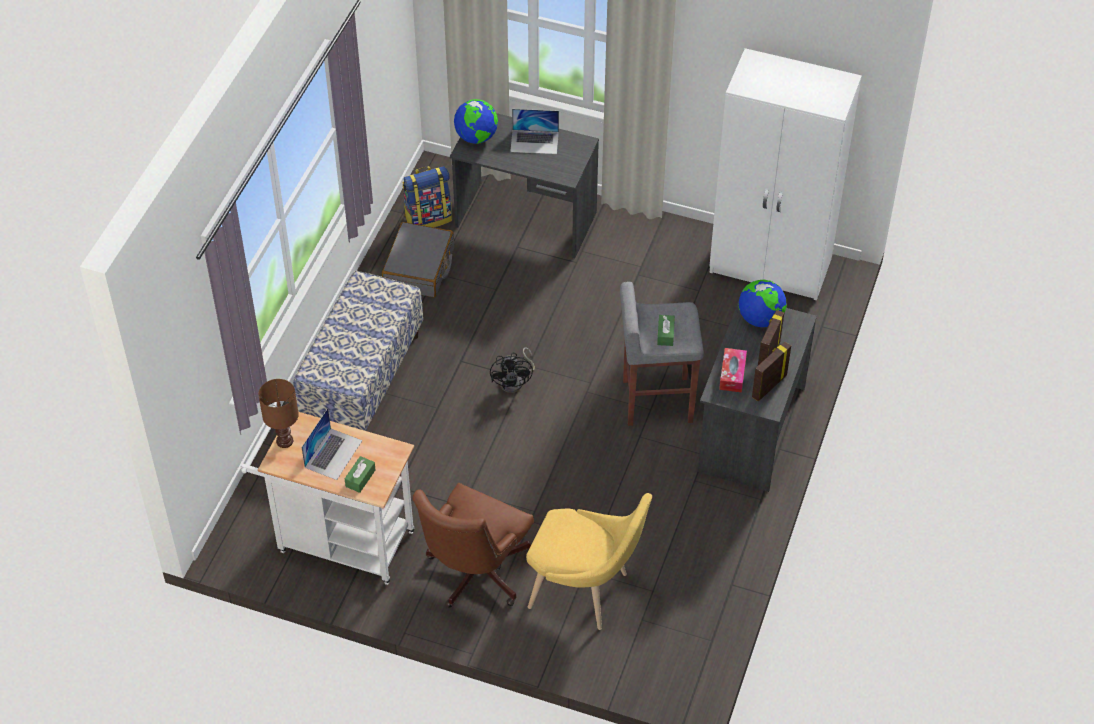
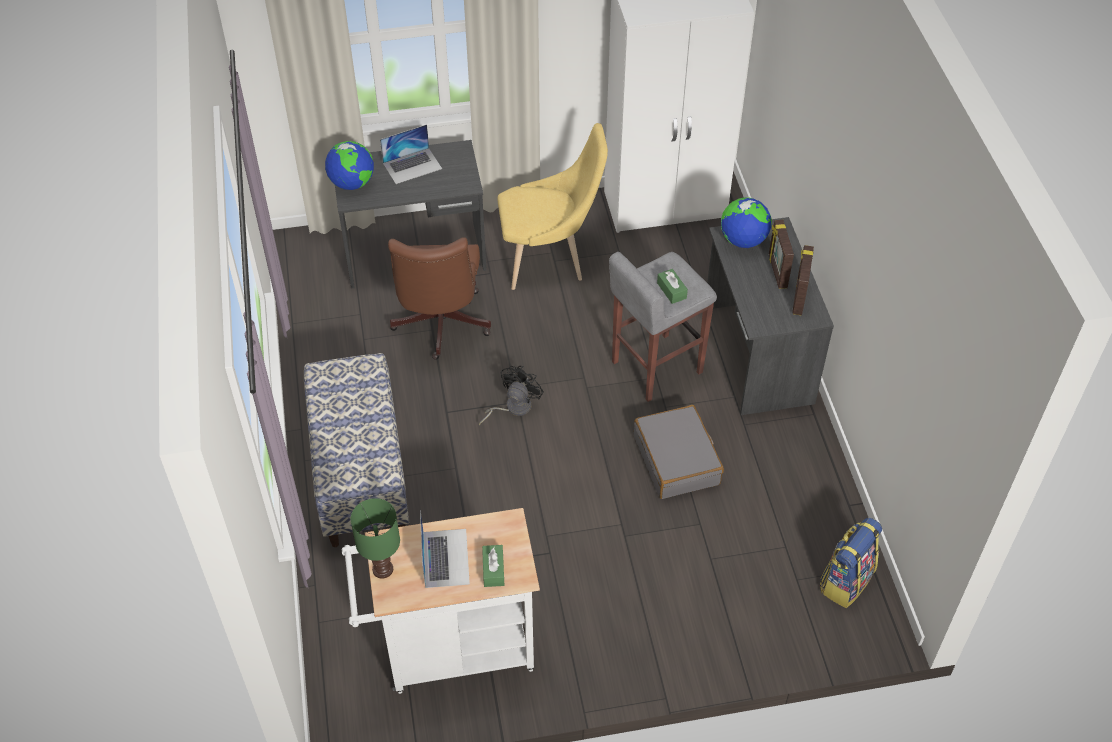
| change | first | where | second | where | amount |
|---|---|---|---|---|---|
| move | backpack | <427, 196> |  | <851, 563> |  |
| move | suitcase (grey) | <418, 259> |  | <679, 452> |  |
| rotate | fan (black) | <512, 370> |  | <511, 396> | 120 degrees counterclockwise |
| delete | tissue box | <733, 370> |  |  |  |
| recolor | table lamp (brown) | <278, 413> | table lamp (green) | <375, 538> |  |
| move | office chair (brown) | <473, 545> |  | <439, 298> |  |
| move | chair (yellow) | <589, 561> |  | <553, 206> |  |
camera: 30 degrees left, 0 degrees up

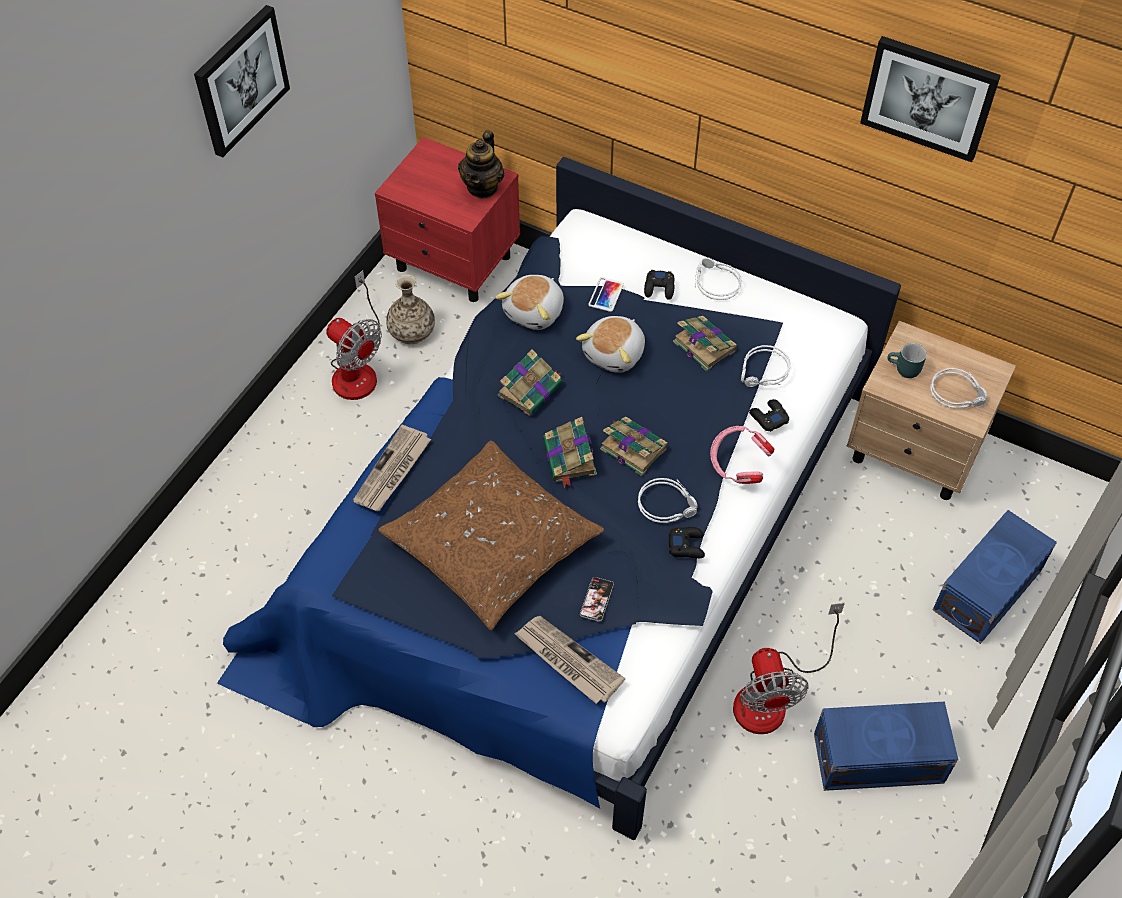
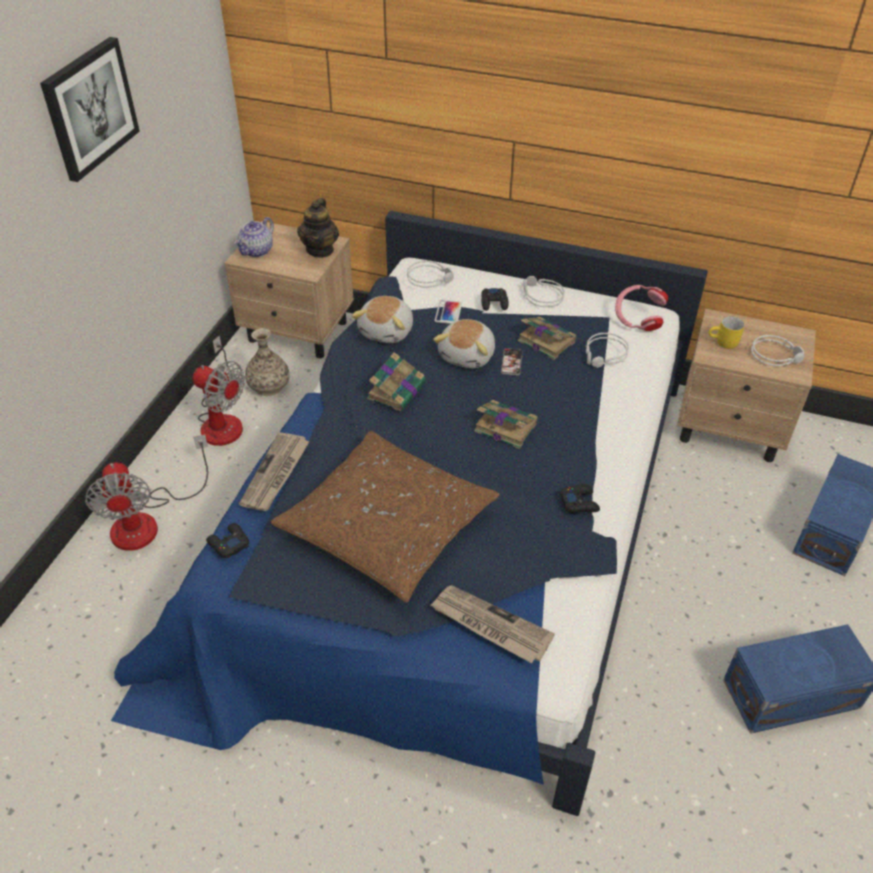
| change | first | where | second | where | amount |
|---|---|---|---|---|---|
| delete | picture | <930, 99> |  |  |  |
| recolor | nightstand (red) | <447, 219> | nightstand (beige) | <289, 289> |  |
| recolor | mug (turquoise) | <907, 360> | mug (yellow) | <727, 332> |  |
| move | game controller (black) | <769, 415> |  | <227, 541> |  |
| delete | book | <570, 452> |  |  |  |
| move | headphones (pink) | <742, 455> |  | <641, 308> |  |
| move | headphones (grey) | <668, 500> |  | <430, 274> |  |
| move | phone | <597, 599> |  | <512, 362> |  |
| move | fan | <789, 668> |  | <146, 492> |  |
| insert |  |  | teapot | <254, 237> |  |
camera: 10 degrees left, 10 degrees down

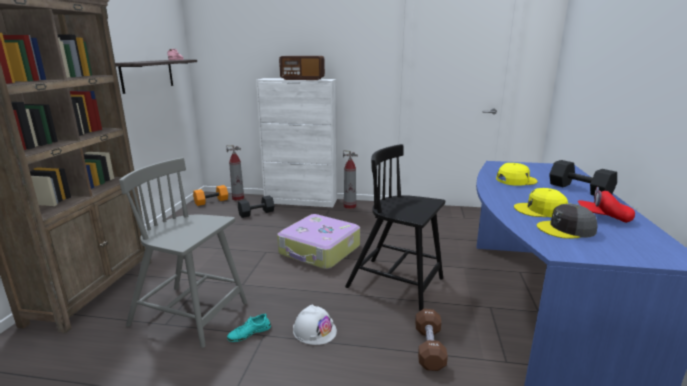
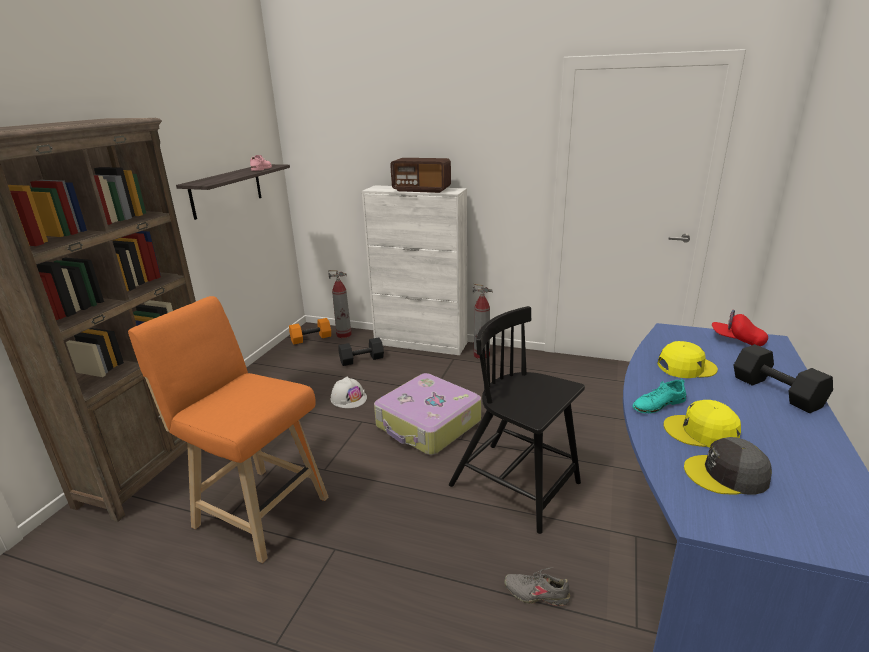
| change | first | where | second | where | amount |
|---|---|---|---|---|---|
| replace | chair (grey) | <183, 253> | stool (orange) | <228, 429> |  |
| move | cap (red) | <606, 205> |  | <740, 328> |  |
| move | hard hat (white) | <315, 324> |  | <349, 392> |  |
| replace | dumbbell (brown) | <431, 340> | shoe (grey) | <537, 586> |  |
| move | shoe (turquoise) | <249, 327> |  | <659, 396> |  |
camera: 10 degrees right, 5 degrees up

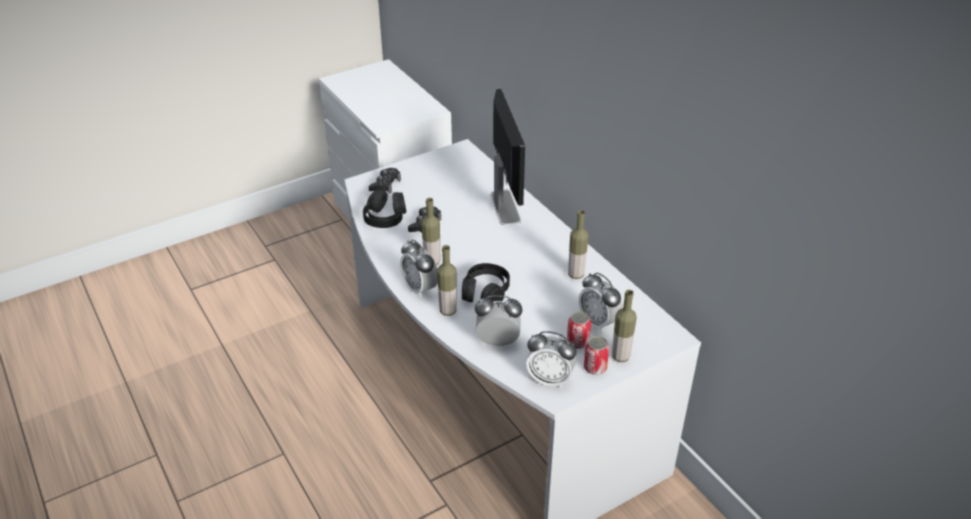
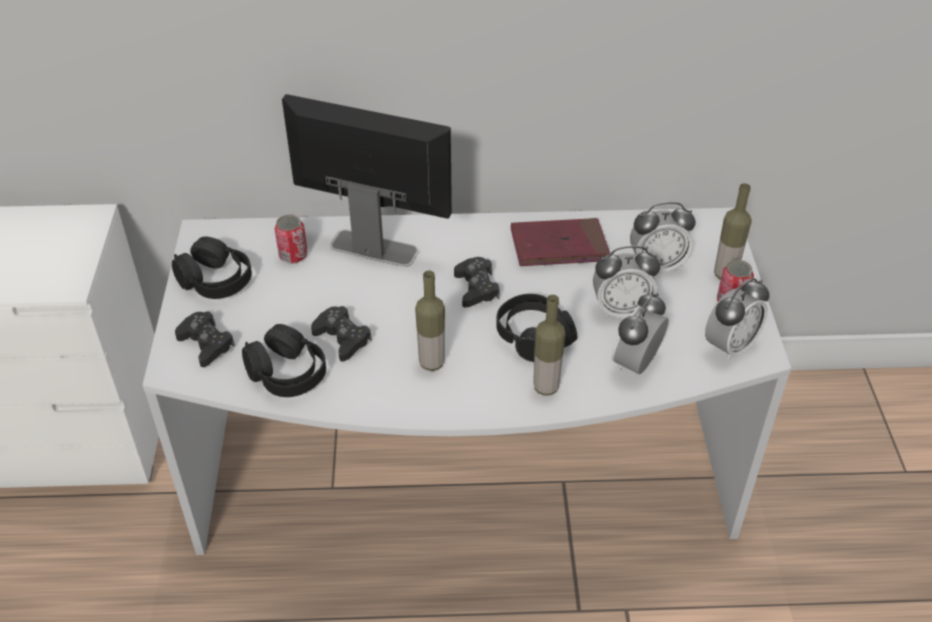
| change | first | where | second | where | amount |
|---|---|---|---|---|---|
| replace | bottle | <578, 244> | book (red) | <560, 242> |  |
| move | alarm clock | <419, 269> |  | <626, 282> |  |
| move | can | <579, 330> |  | <291, 239> |  |
| insert |  |  | headphones (black) | <212, 267> |  |
| insert |  |  | game controller (black) | <477, 282> |  |
camera: 60 degrees left, 5 degrees up

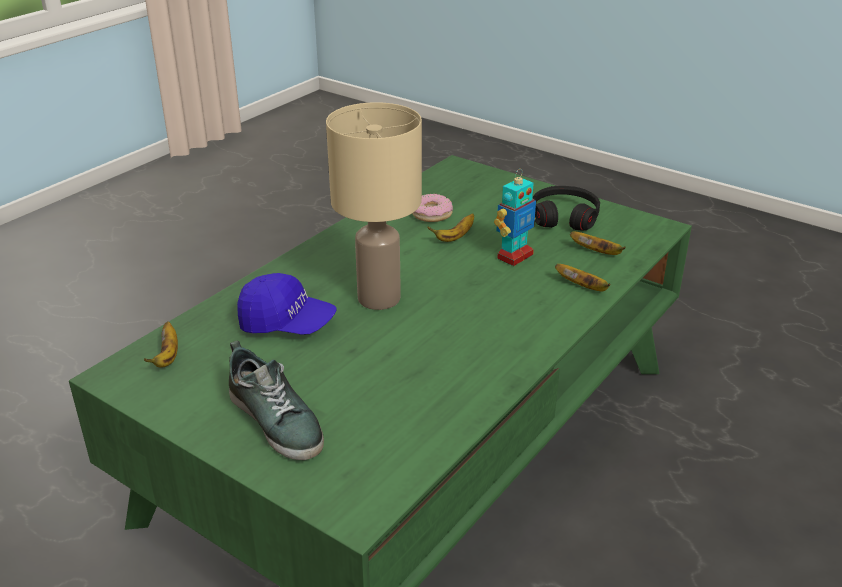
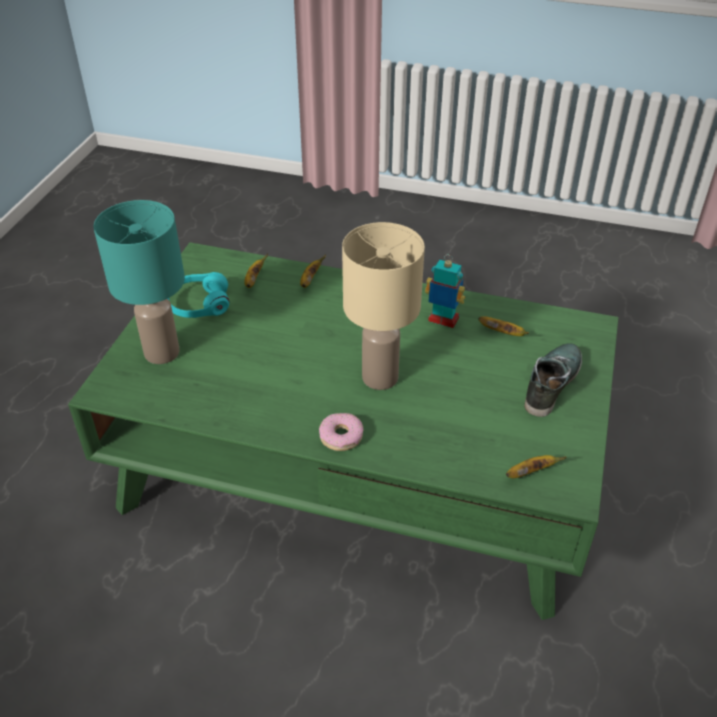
| change | first | where | second | where | amount |
|---|---|---|---|---|---|
| move | toy robot | <515, 217> |  | <445, 291> |  |
| recolor | headphones (black) | <566, 208> | headphones (turquoise) | <198, 295> |  |
| move | donut | <432, 208> |  | <341, 432> |  |
| move | banana | <450, 227> |  | <504, 326> |  |
| delete | cap (blue) | <287, 304> |  |  |  |
| insert |  |  | table lamp (turquoise) | <139, 282> |  |
camera: 110 degrees left, 10 degrees up

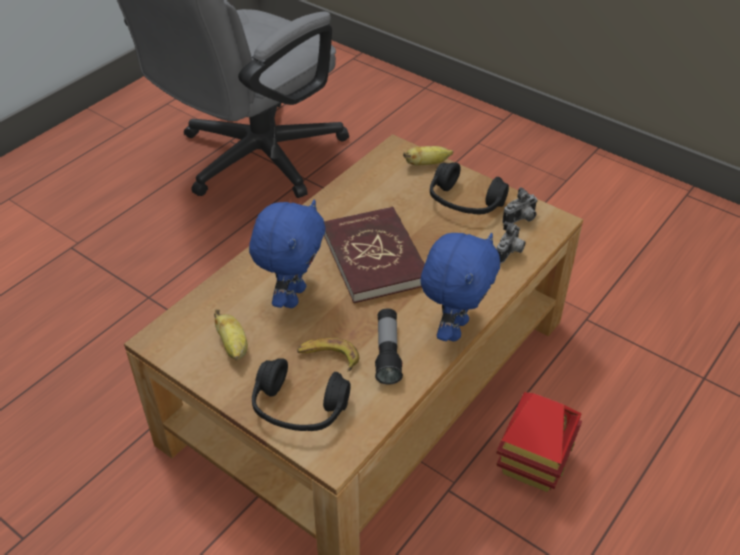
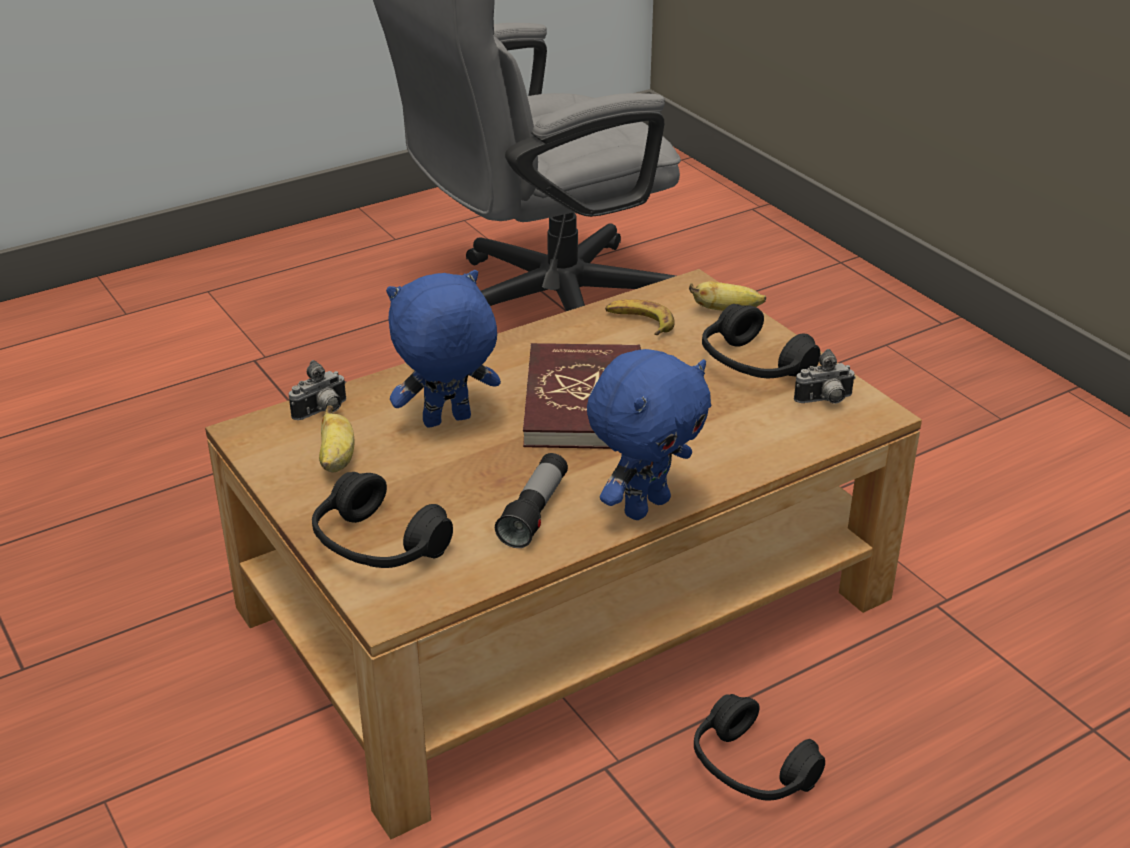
| change | first | where | second | where | amount |
|---|---|---|---|---|---|
| rotate | plush toy (blue) | <287, 254> |  | <443, 349> | 150 degrees counterclockwise |
| move | photo camera | <511, 242> |  | <317, 390> |  |
| move | banana | <328, 354> |  | <640, 317> |  |
| replace | toy house | <539, 442> | headphones (black) | <759, 747> |  |
camera: 20 degrees right, 10 degrees down

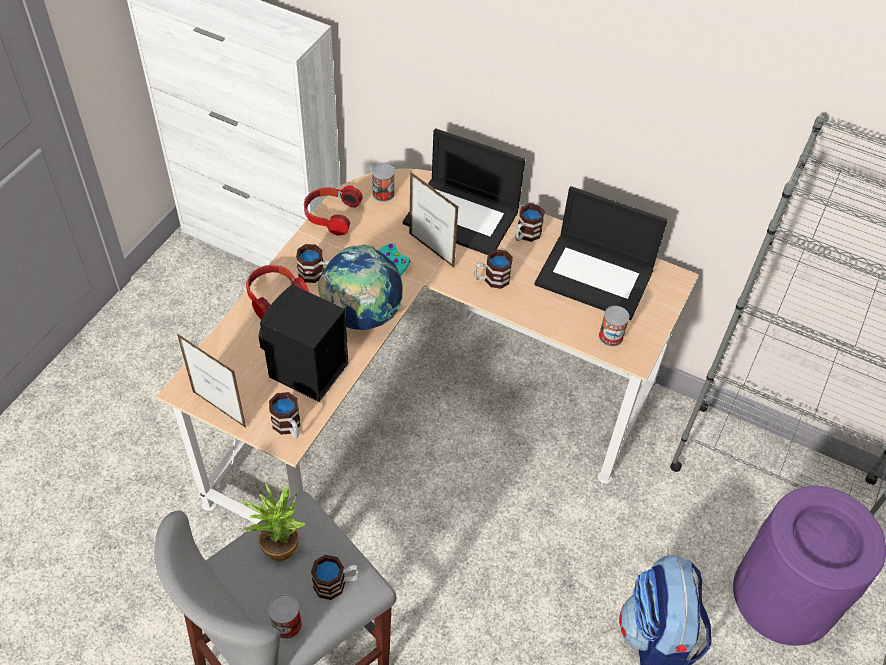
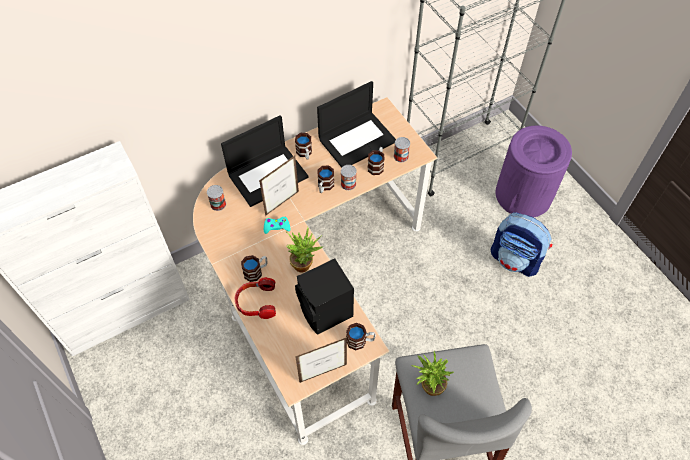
| change | first | where | second | where | amount |
|---|---|---|---|---|---|
| rotate | picture frame | <433, 220> |  | <279, 186> | 150 degrees clockwise |
| delete | headphones | <333, 210> |  |  |  |
| replace | globe | <360, 287> | potted plant | <304, 250> |  |
| move | mug | <335, 577> |  | <376, 161> |  |
| move | can | <285, 616> |  | <349, 177> |  |
camera: 55 degrees left, 5 degrees up

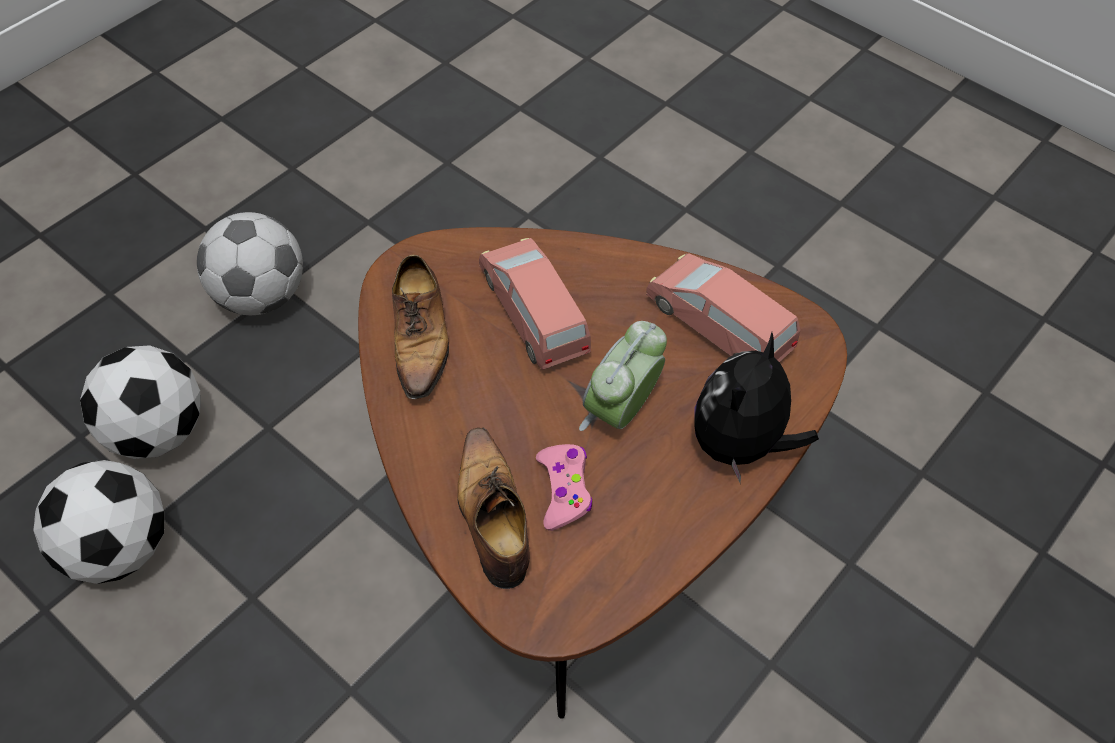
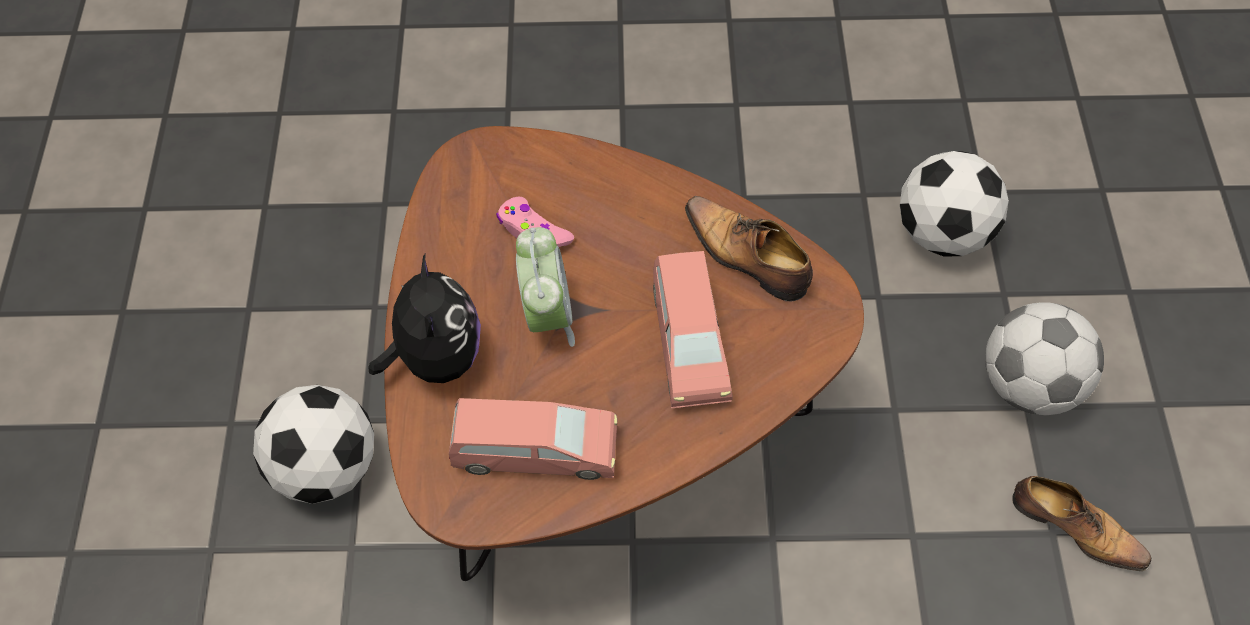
| change | first | where | second | where | amount |
|---|---|---|---|---|---|
| rotate | toy car (pink) | <535, 304> |  | <693, 330> | 60 degrees clockwise |
| move | shoe | <493, 508> |  | <1081, 523> |  |
| move | football | <98, 522> |  | <313, 444> |  |
camera: 140 degrees right, 5 degrees up

